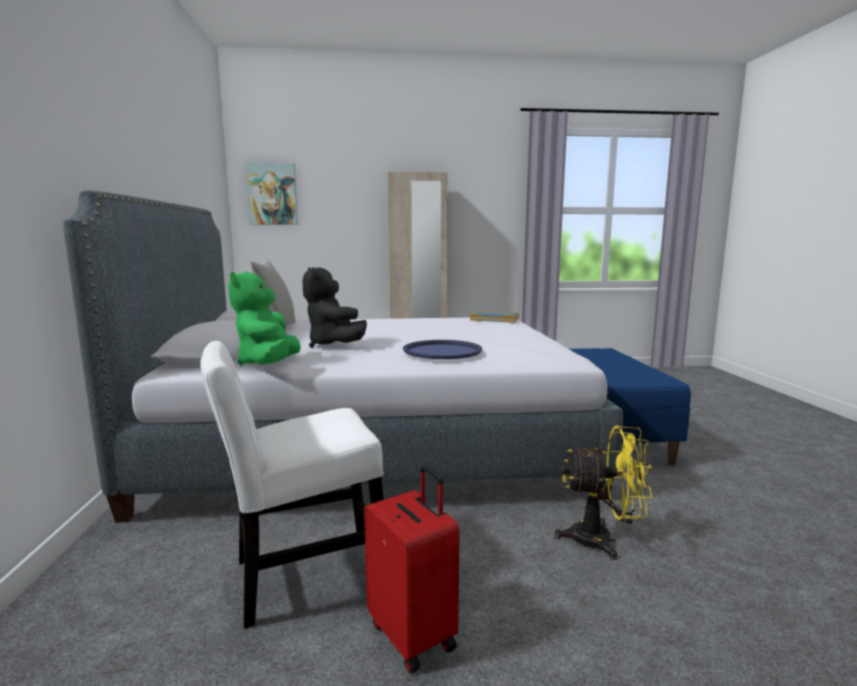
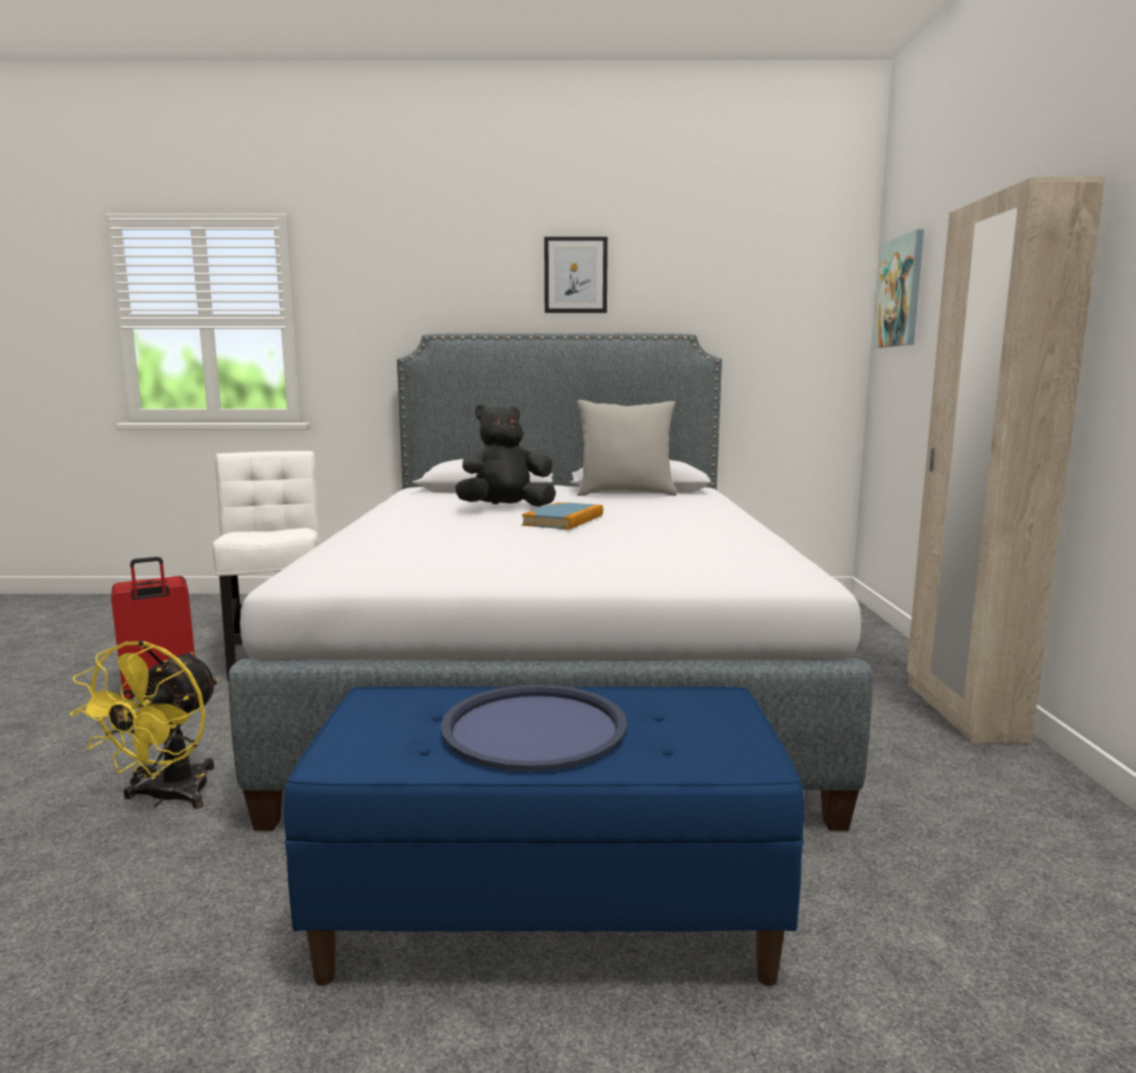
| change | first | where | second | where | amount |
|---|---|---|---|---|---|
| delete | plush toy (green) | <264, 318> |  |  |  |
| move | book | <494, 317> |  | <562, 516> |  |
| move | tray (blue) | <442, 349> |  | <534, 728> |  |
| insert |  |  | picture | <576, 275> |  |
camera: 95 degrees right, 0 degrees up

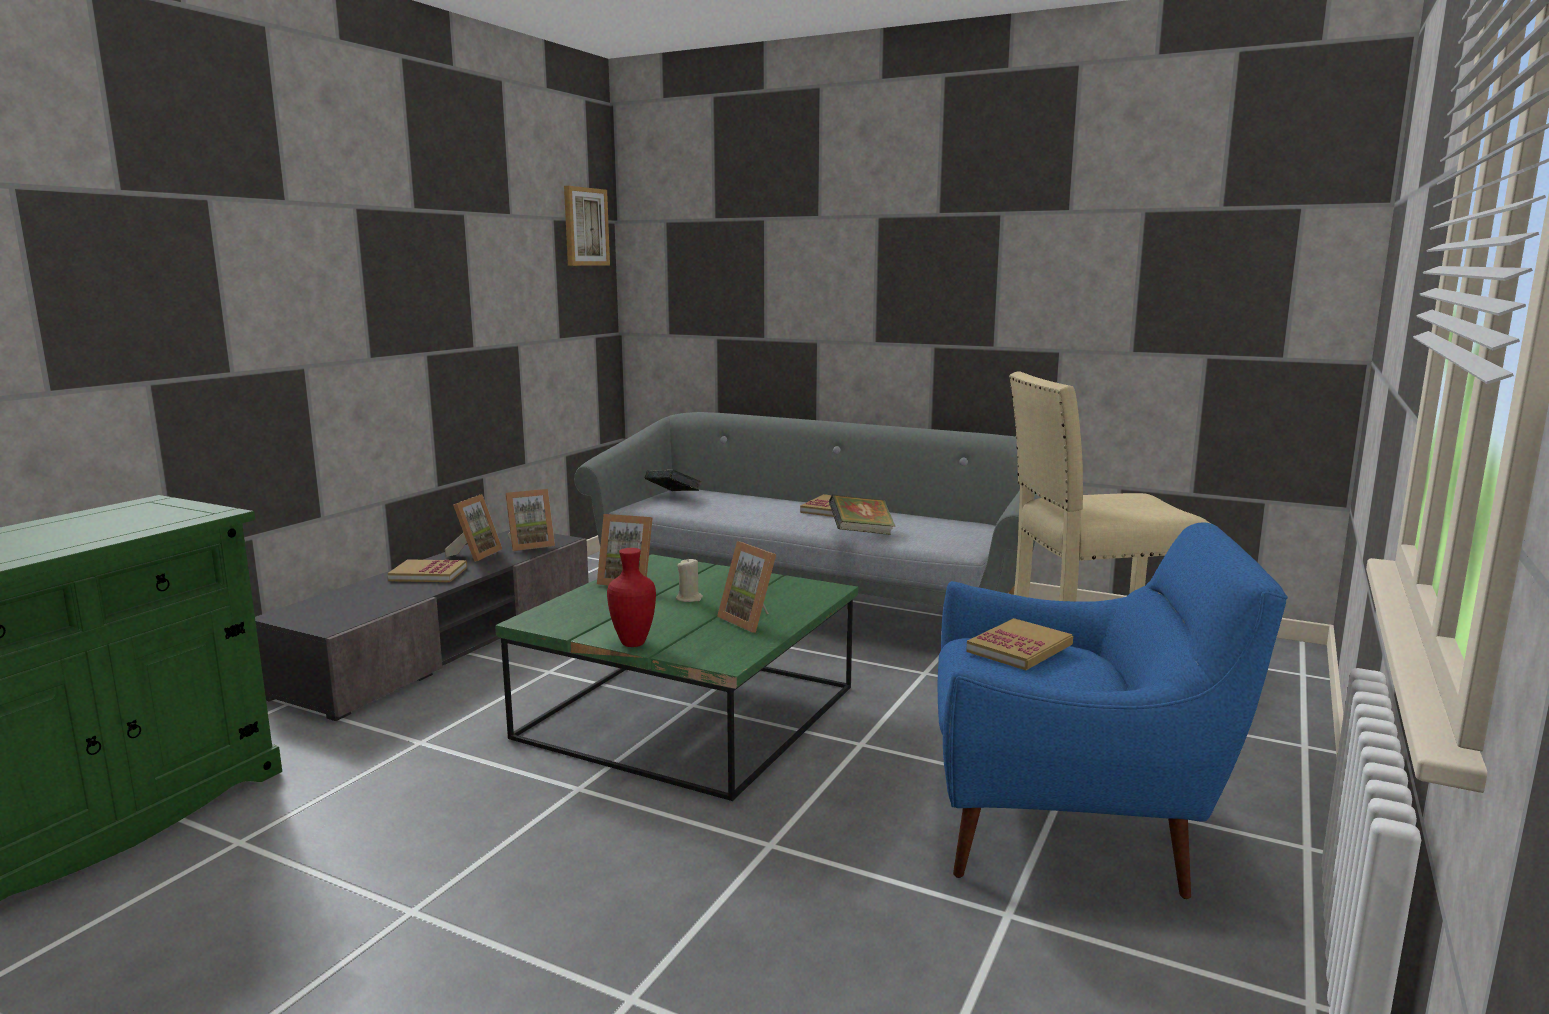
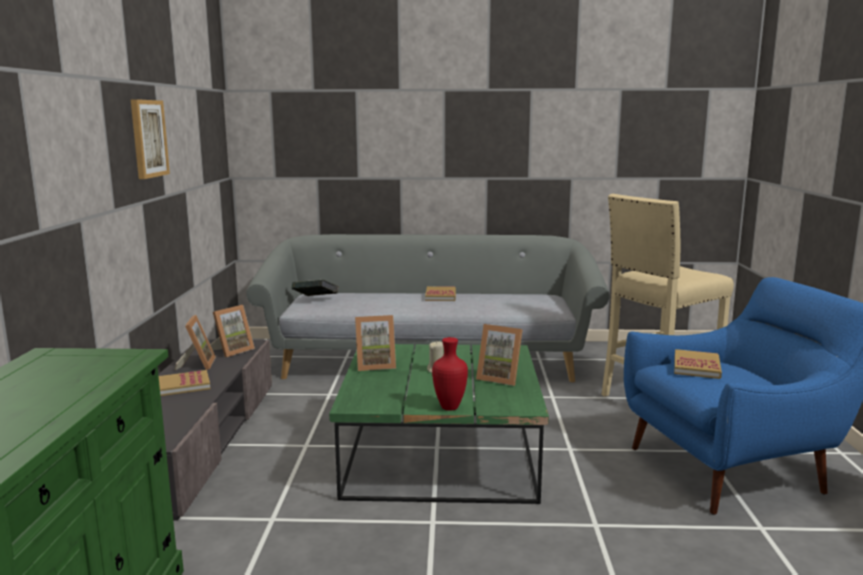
| change | first | where | second | where | amount |
|---|---|---|---|---|---|
| move | picture | <587, 226> |  | <150, 139> |  |
| delete | book | <862, 514> |  |  |  |
camera: 25 degrees left, 0 degrees up

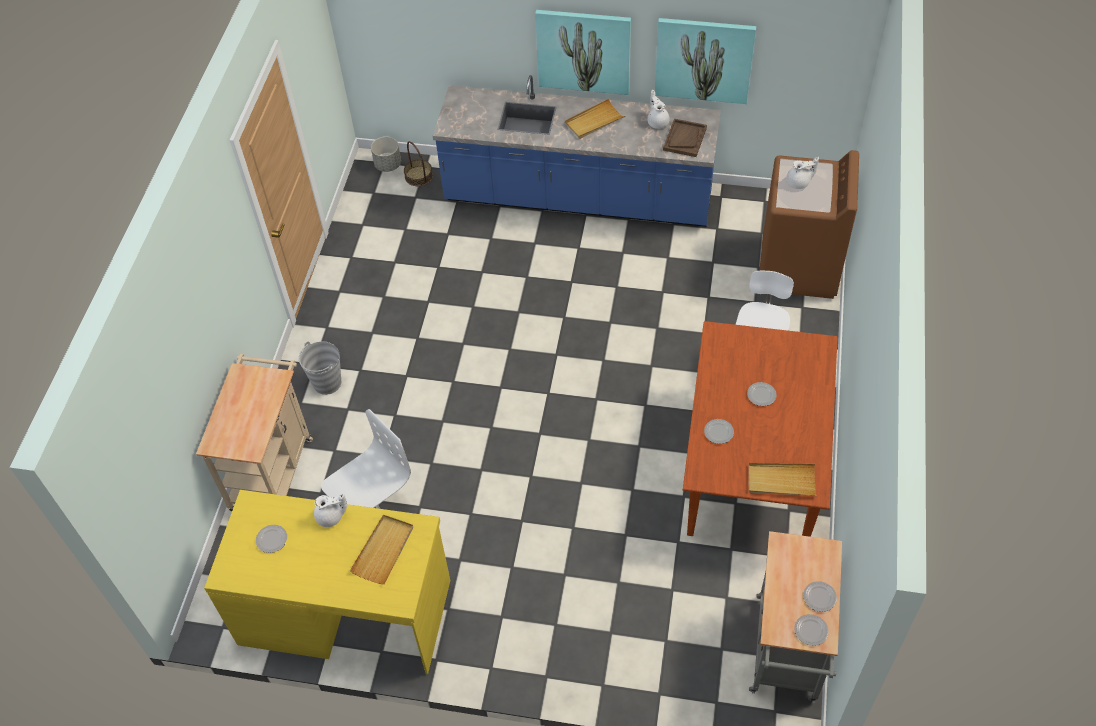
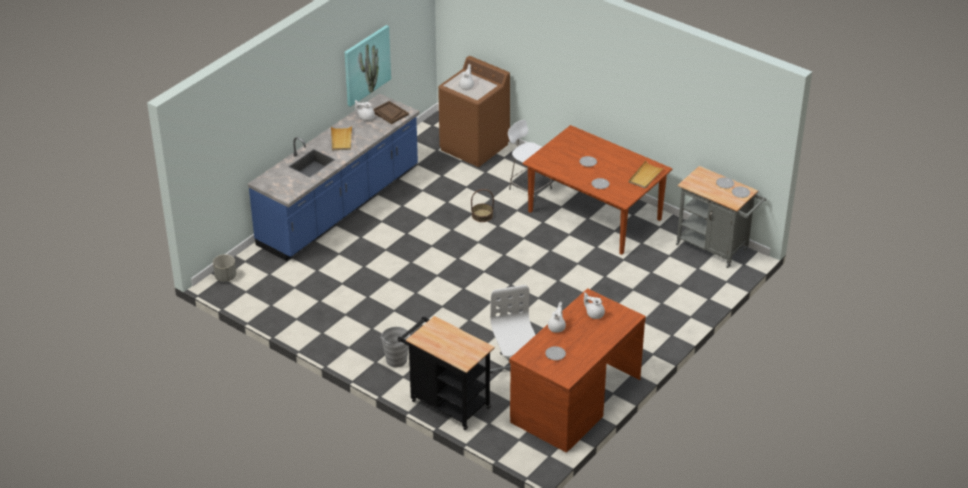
| change | first | where | second | where | amount |
|---|---|---|---|---|---|
| delete | picture | <583, 52> |  |  |  |
| move | basket | <418, 163> |  | <482, 205> |  |
| recolor | cart (beige) | <254, 433> | cart (black) | <446, 373> |  |
| recolor | desk (yellow) | <327, 582> | desk (brown) | <577, 370> |  |
| replace | tray (beige) | <381, 549> | teapot (white) | <594, 305> |  |
camera: 65 degrees left, 15 degrees down

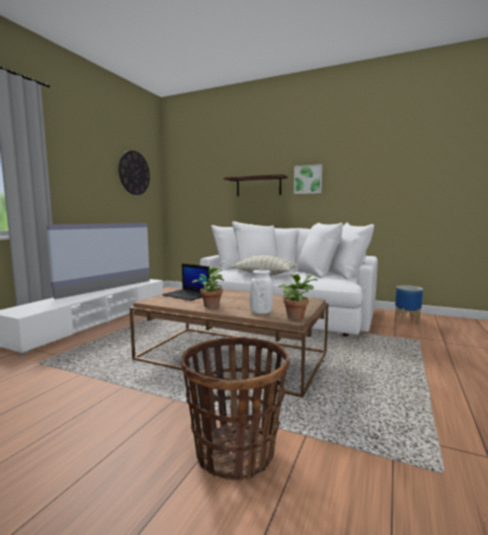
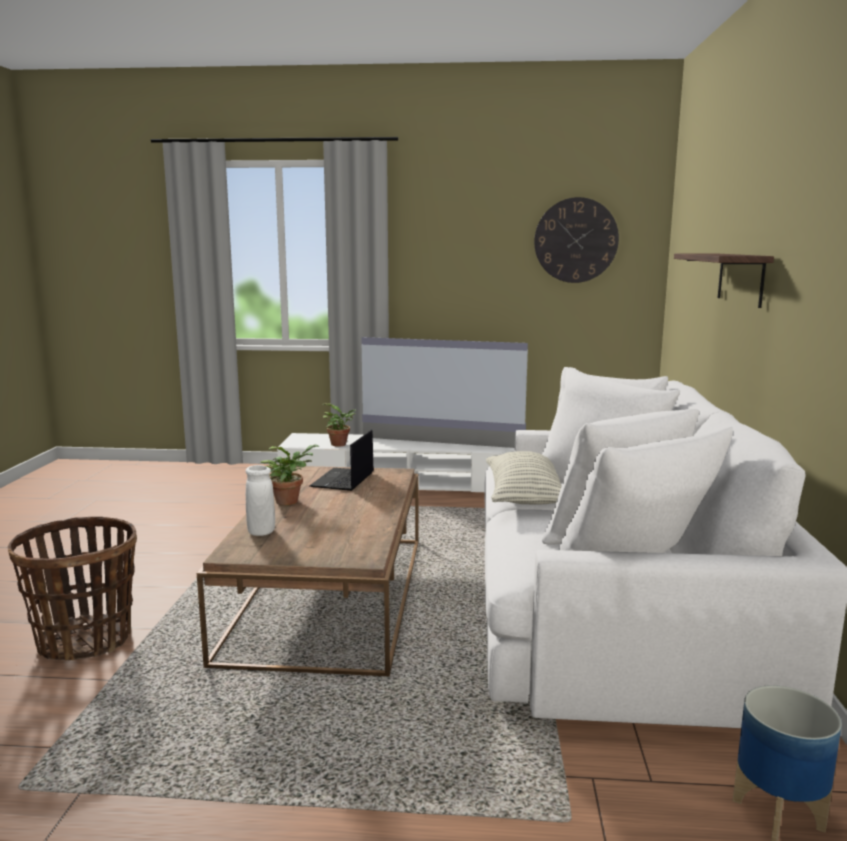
| change | first | where | second | where | amount |
|---|---|---|---|---|---|
| delete | picture | <308, 179> |  |  |  |
| move | potted plant | <298, 297> |  | <339, 425> |  |
camera: 70 degrees right, 5 degrees up

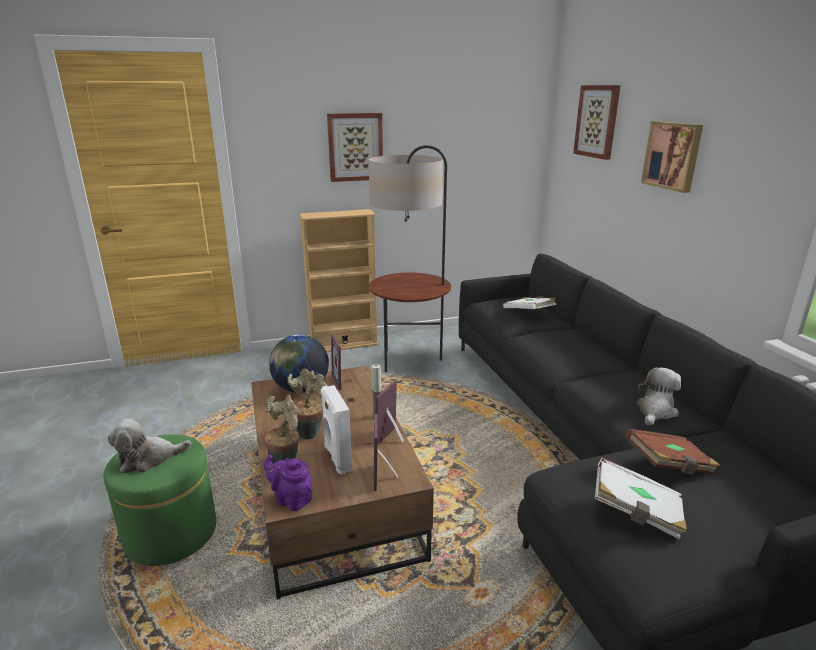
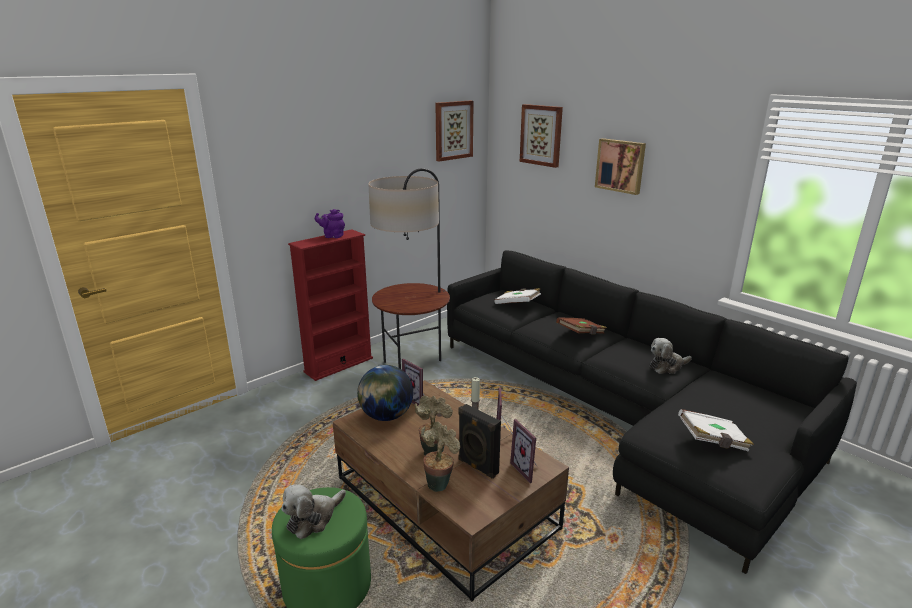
| change | first | where | second | where | amount |
|---|---|---|---|---|---|
| move | picture | <355, 147> |  | <454, 131> |  |
| recolor | bookcase (beige) | <339, 280> | bookcase (red) | <330, 305> |  |
| rotate | plush toy | <659, 396> |  | <670, 356> | 120 degrees counterclockwise |
| recolor | speaker (white) | <336, 430> | speaker (black) | <479, 441> |  |
| move | book (brown) | <672, 452> |  | <581, 326> |  |
| move | teapot (purple) | <287, 482> |  | <330, 223> |  |
camera: 25 degrees left, 0 degrees up

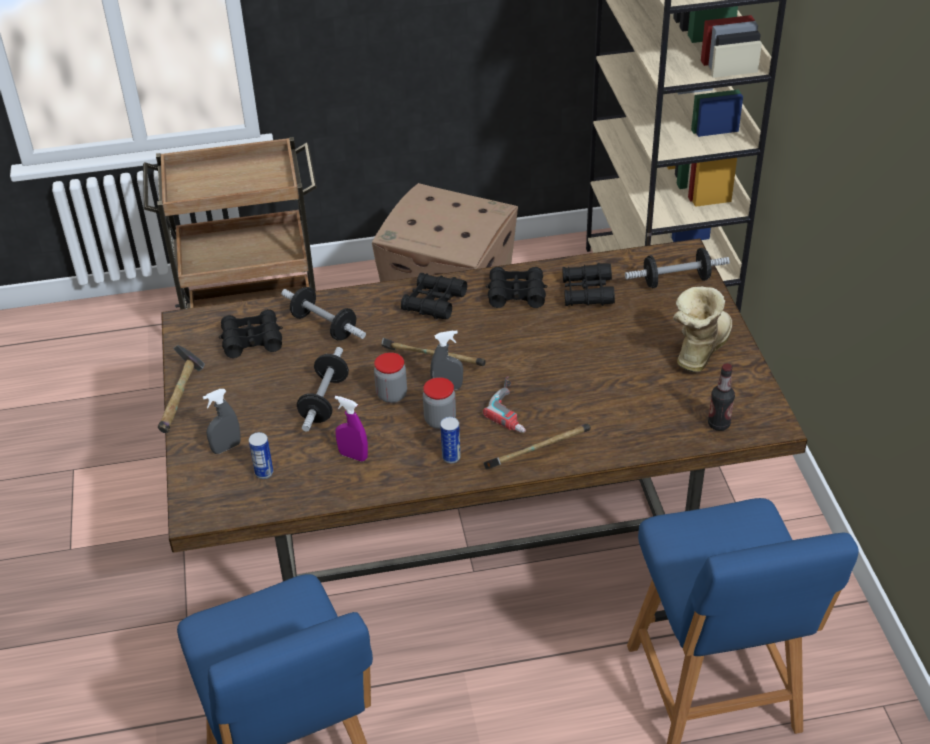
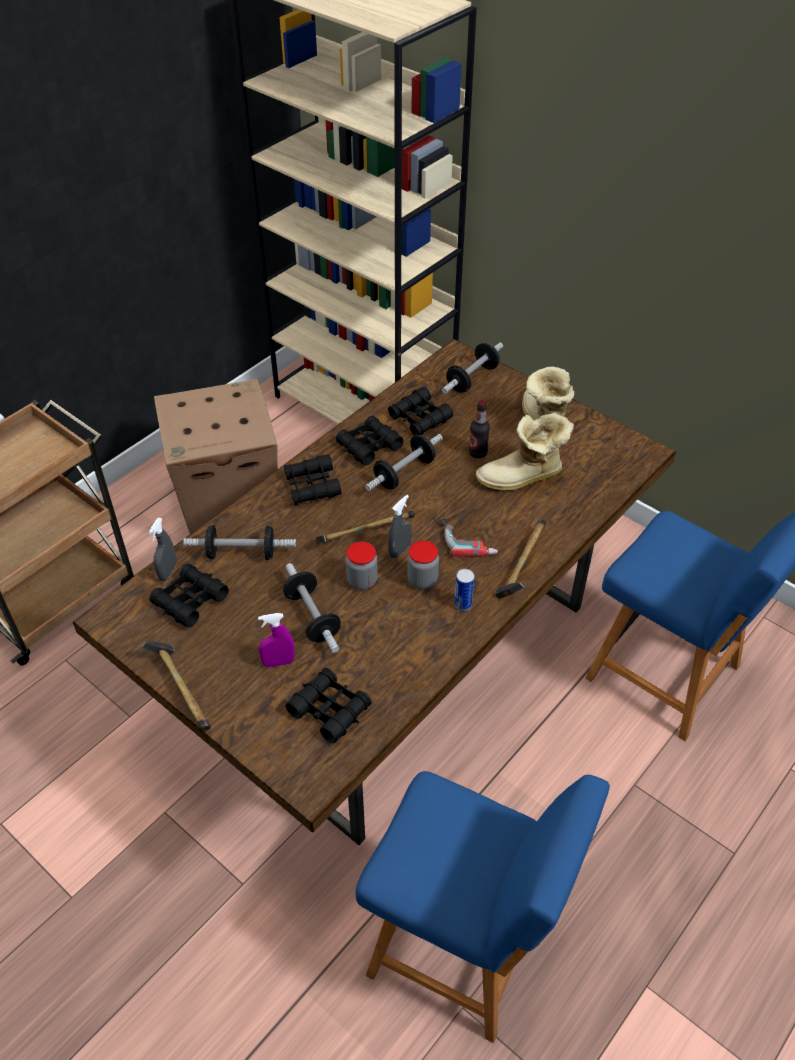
| change | first | where | second | where | amount |
|---|---|---|---|---|---|
| move | bottle | <721, 397> |  | <479, 429> |  |
| move | spray bottle (grey) | <222, 421> |  | <163, 549> |  |
| move | spray bottle (purple) | <351, 429> |  | <276, 640> |  |
| replace | can | <261, 455> | binoculars (black) | <329, 705> |  |
| insert |  |  | boot | <524, 451> |  |
| insert |  |  | dumbbell | <404, 462> |  |
camera: 40 degrees left, 5 degrees up

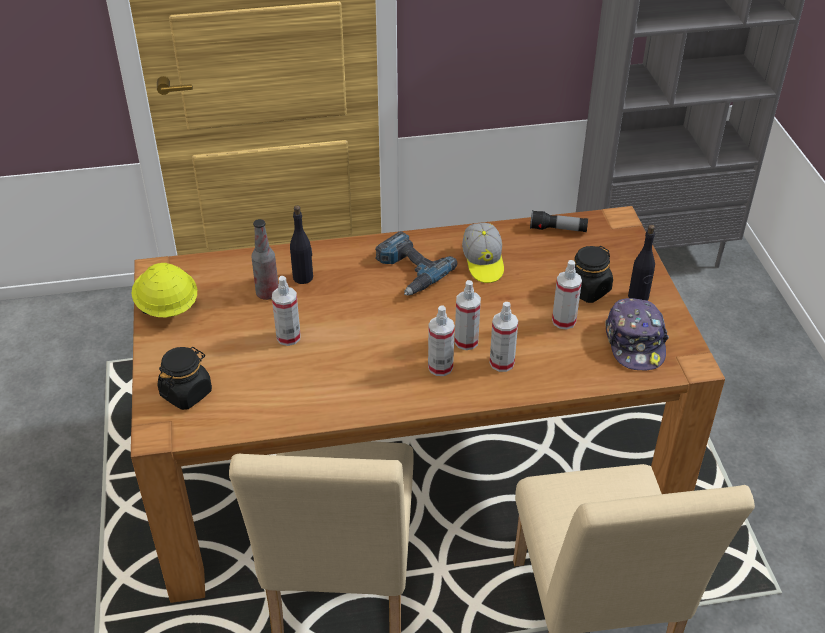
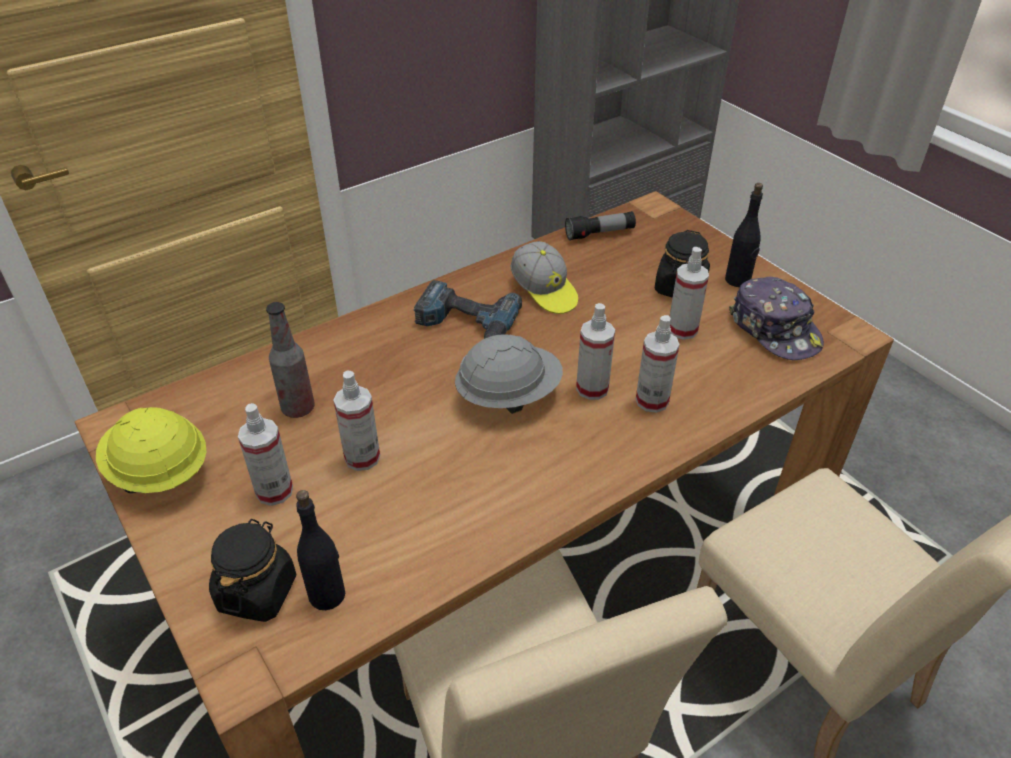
| change | first | where | second | where | amount |
|---|---|---|---|---|---|
| move | bottle (black) | <301, 245> |  | <320, 550> |  |
| move | spray bottle | <441, 340> |  | <265, 454> |  |
| insert |  |  | hard hat (grey) | <509, 374> |  |
camera: 25 degrees left, 0 degrees up

